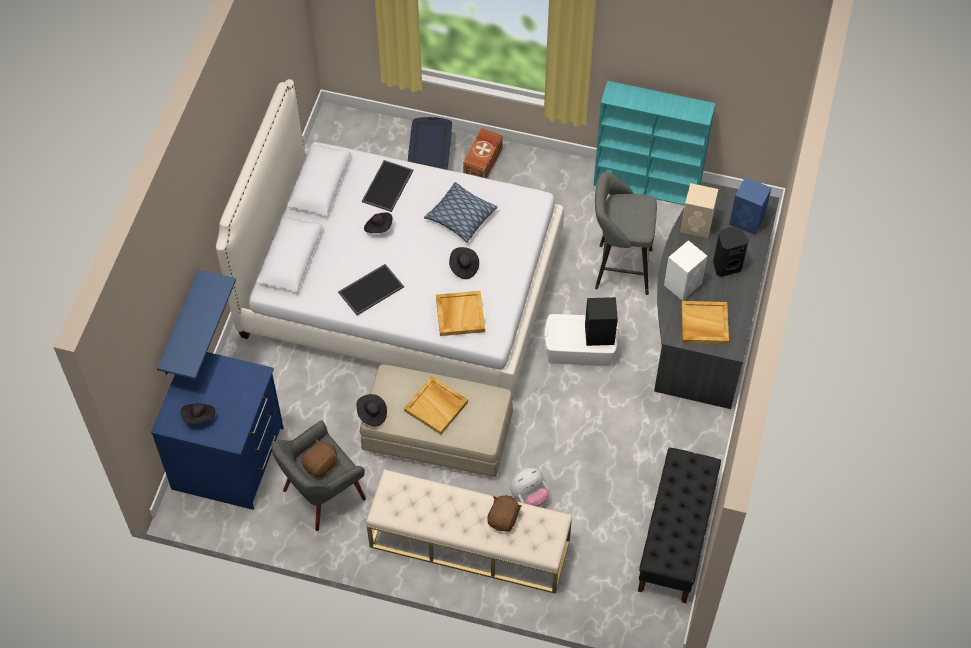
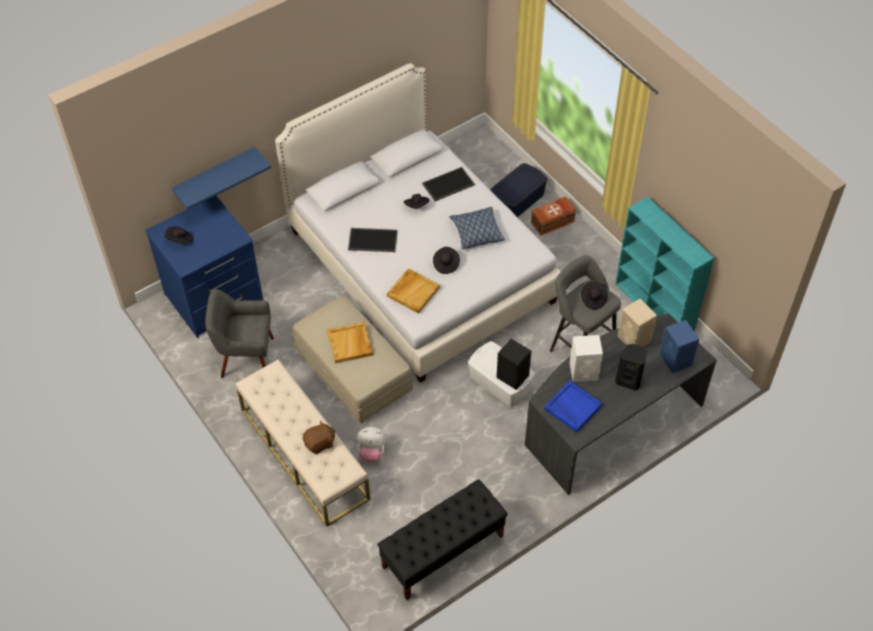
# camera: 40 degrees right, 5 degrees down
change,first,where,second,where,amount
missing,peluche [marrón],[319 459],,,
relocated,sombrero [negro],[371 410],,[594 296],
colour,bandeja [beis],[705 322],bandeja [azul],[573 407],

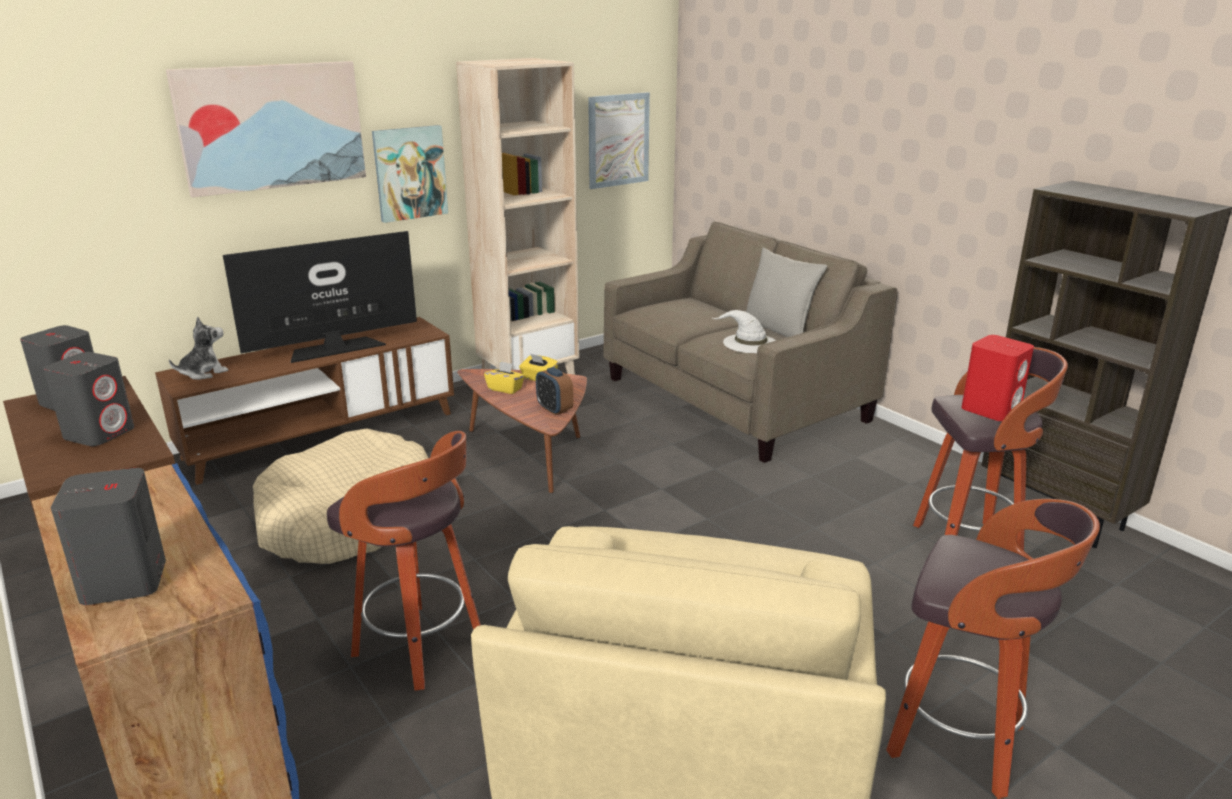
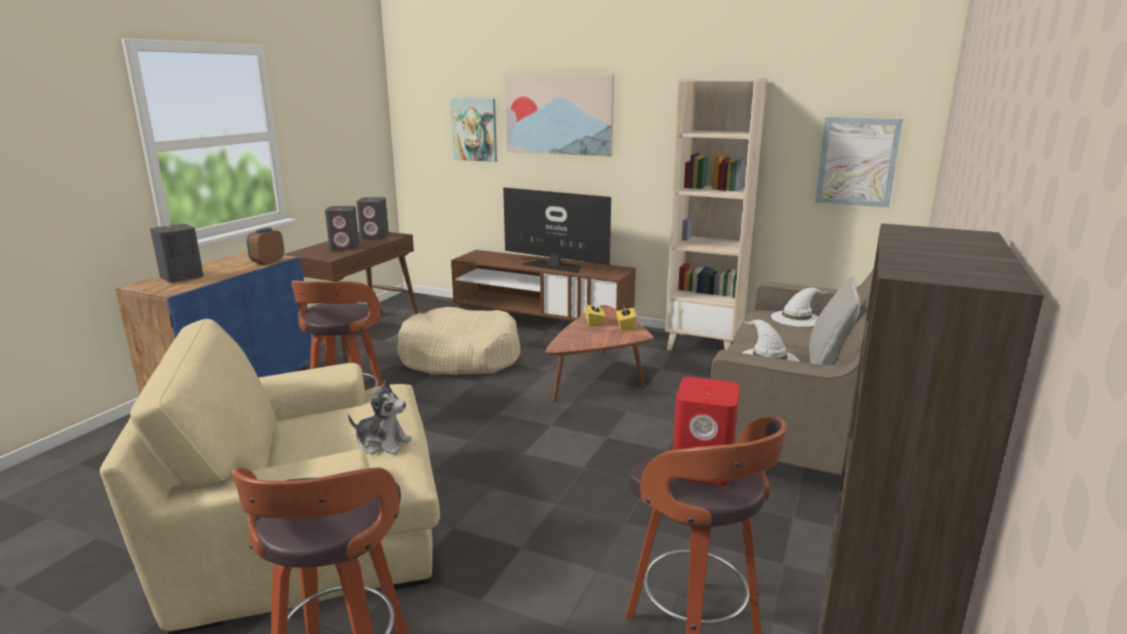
# camera: 60 degrees right, 5 degrees down
change,first,where,second,where,amount
appeared,,,sombrero [blanco],[799 307],
relocated,peluche,[198 348],,[380 417],
relocated,cuadro,[410 174],,[474 130],
relocated,despertador,[555 391],,[265 246],

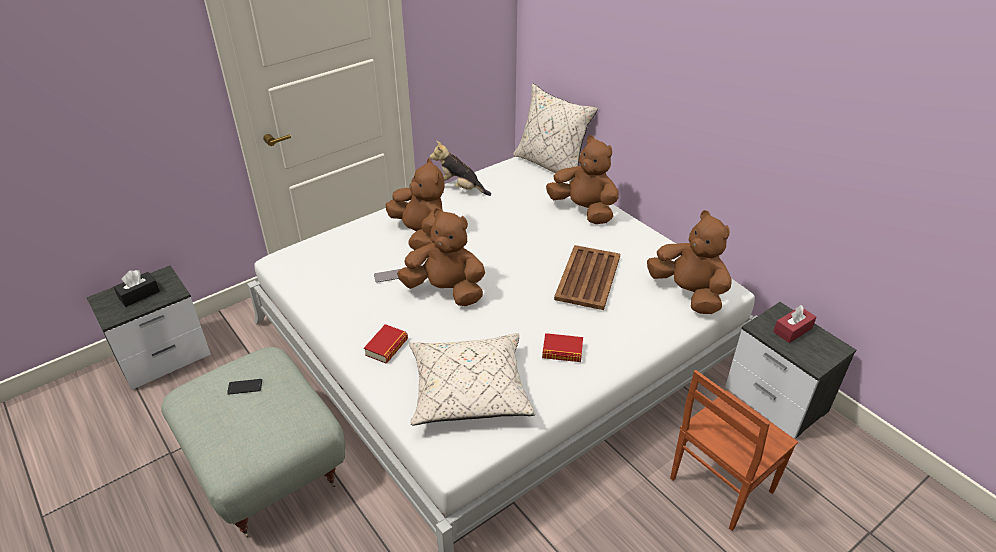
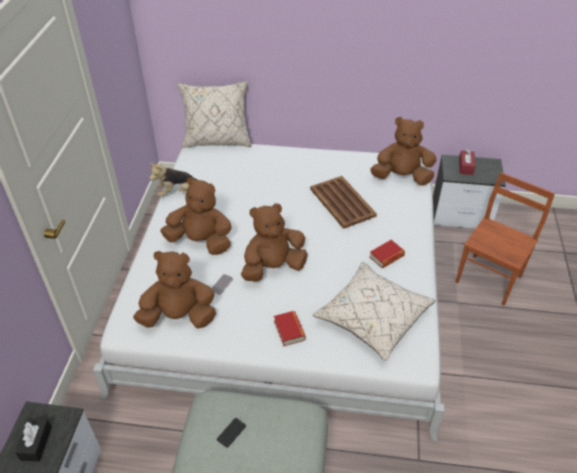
# camera: 45 degrees left, 5 degrees up
change,first,where,second,where,amount
relocated,peluche [marrón],[582 179],,[174 290],
spun,silla [marrón],[734 450],,[505 238],150 degrees counterclockwise

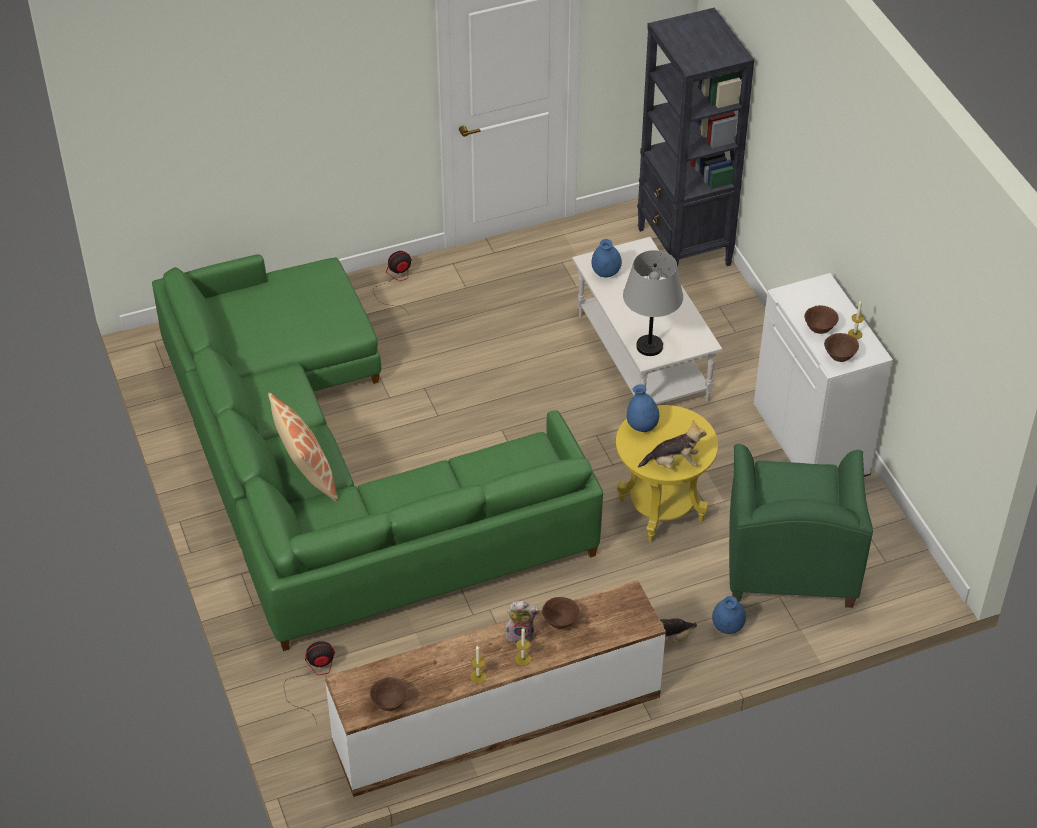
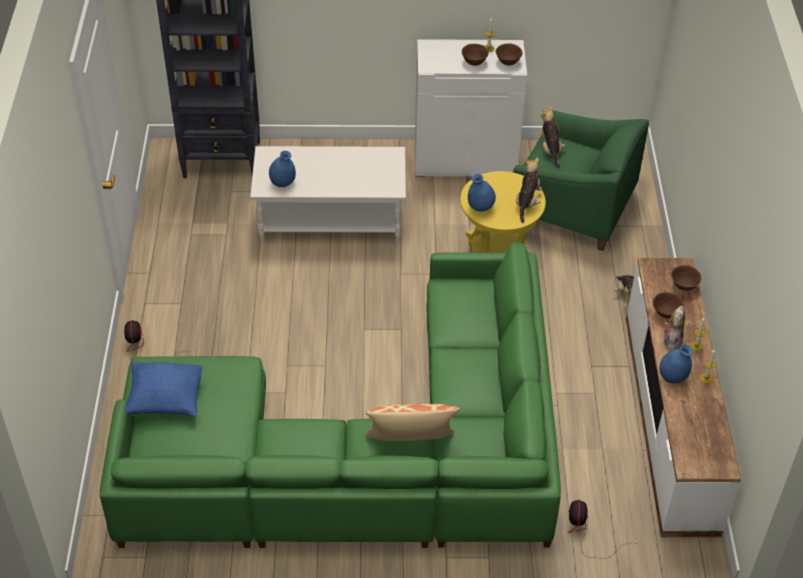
# camera: 70 degrees left, 0 degrees up
change,first,where,second,where,amount
missing,lámpara de mesa [gris],[653 303],,,
appeared,,,cojín [azul],[163 389],
appeared,,,peluche,[552 137],
relocated,cuenco [marrón],[389 694],,[686 278],
relocated,florero [azul],[729 615],,[676 363],

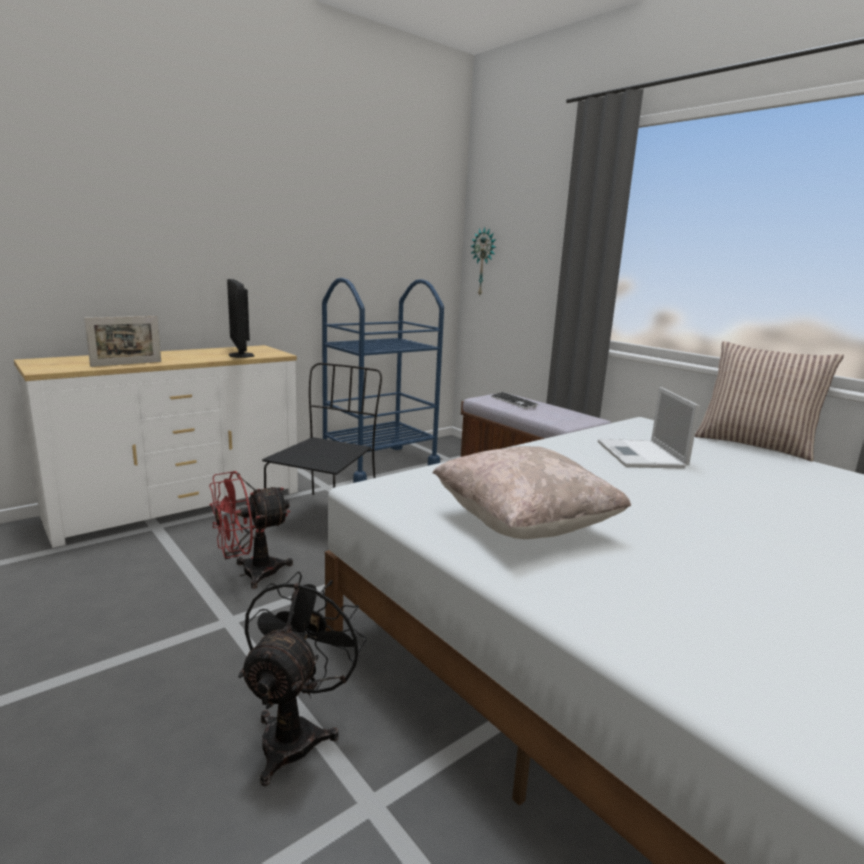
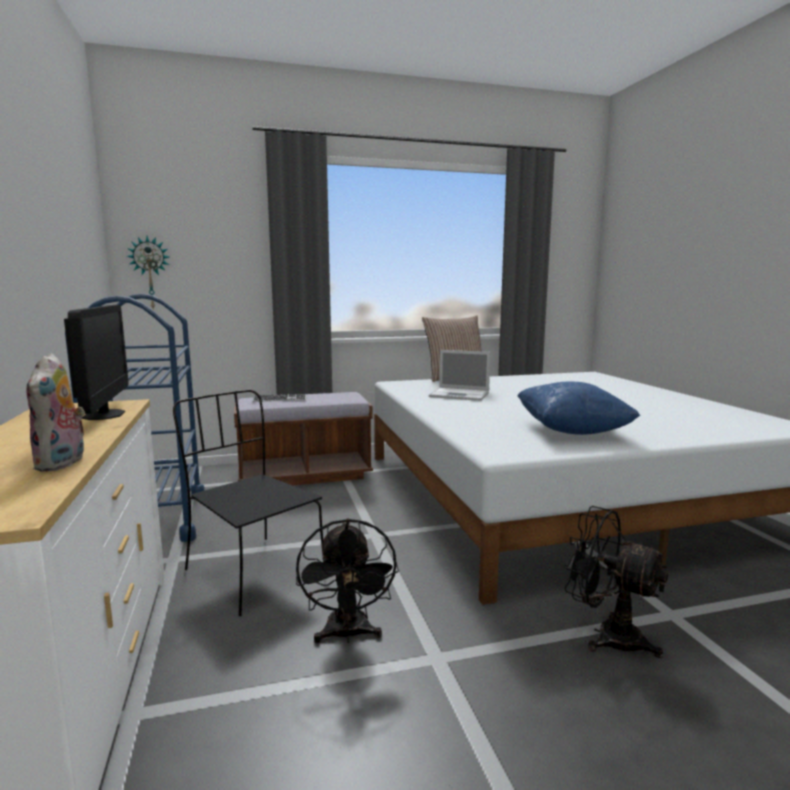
# camera: 65 degrees left, 5 degrees down
change,first,where,second,where,amount
exchanged,portarretratos,[122 341],peluche,[55 412],
colour,ventilador [rojo],[251 530],ventilador [negro],[347 580],
colour,cojín [beis],[532 492],cojín [azul],[578 408],
spun,monitor,[240 318],,[96 362],105 degrees counterclockwise

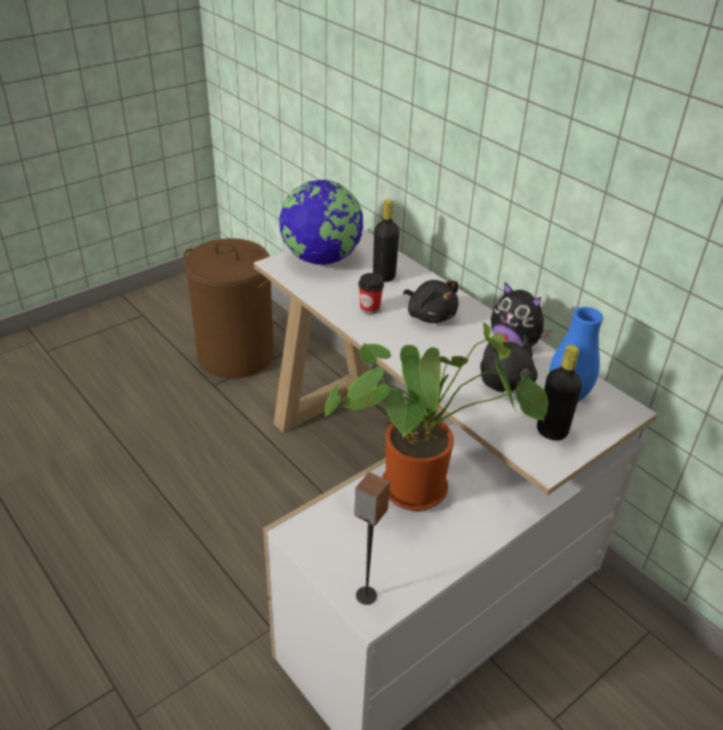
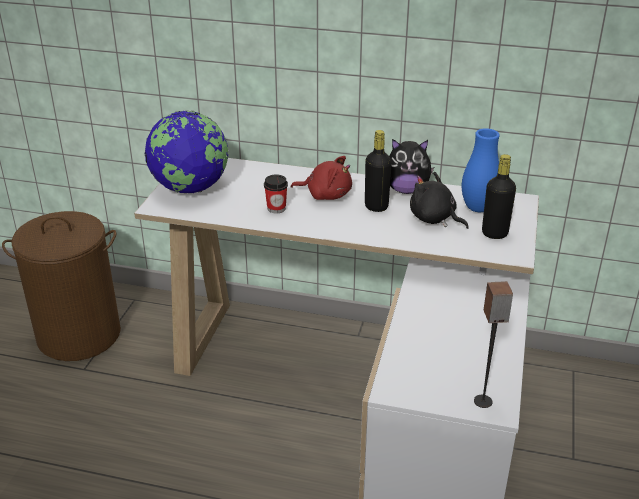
# camera: 35 degrees left, 5 degrees down
change,first,where,second,where,amount
missing,planta en maceta,[436 416],,,
relocated,botella [negro],[386 240],,[378 171],
colour,peluche [negro],[431 301],peluche [rojo],[321 178],

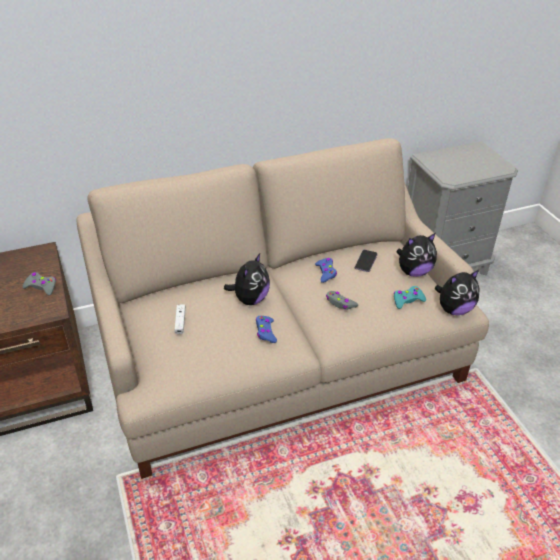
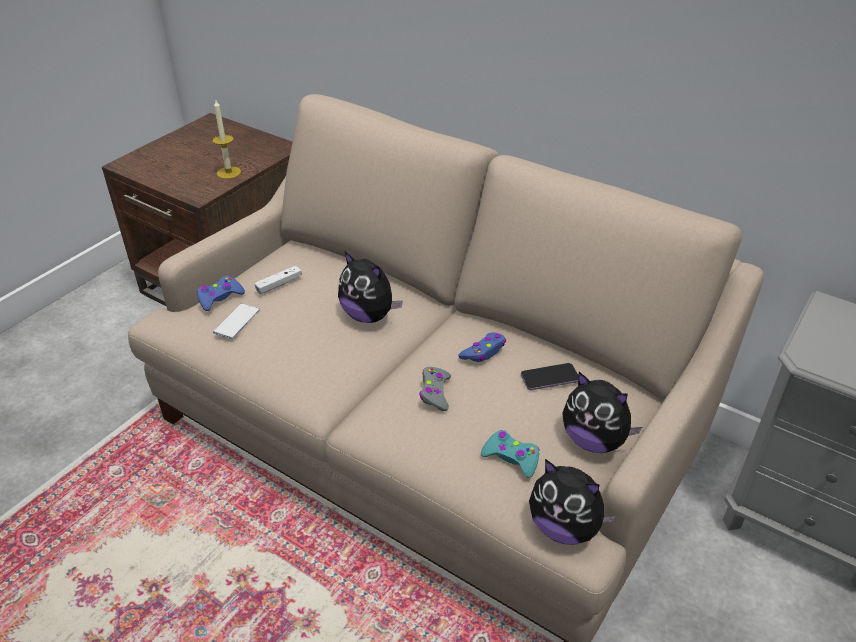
# camera: 55 degrees right, 0 degrees up
change,first,where,second,where,amount
appeared,,,móvil,[236 321],
relocated,mando de consola [azul],[266 329],,[221 293],
exchanged,mando de consola [gris],[39 284],vela,[226 139],
spun,peluche,[247 279],,[370 287],45 degrees clockwise

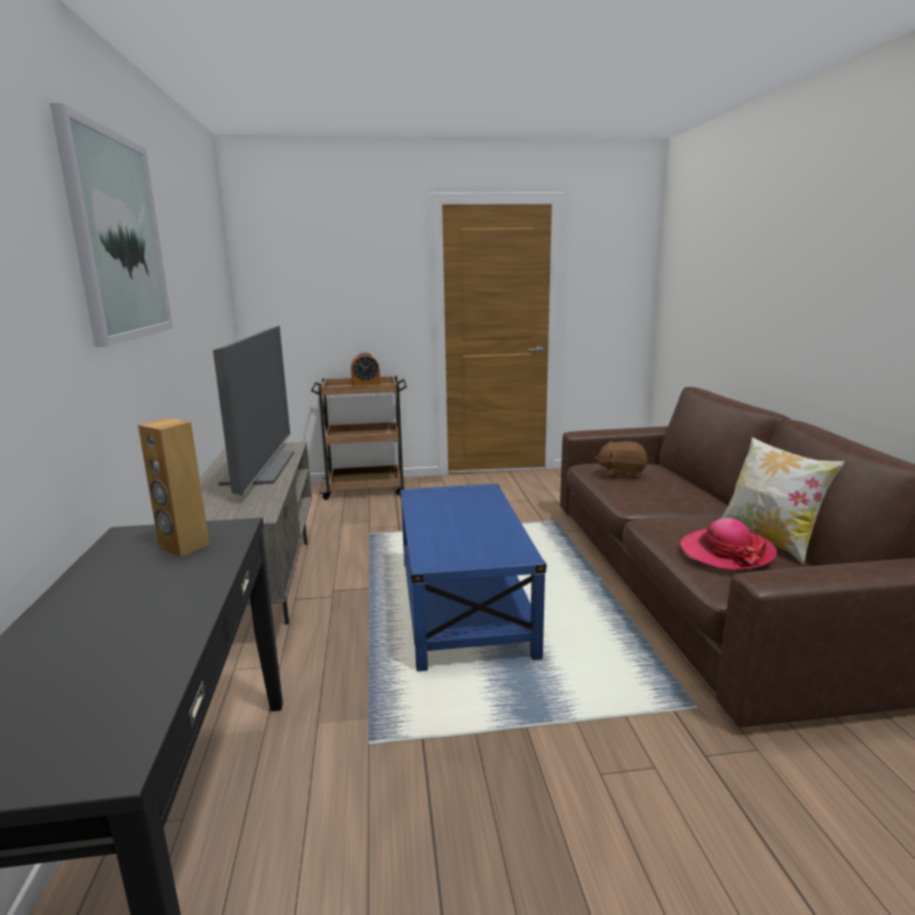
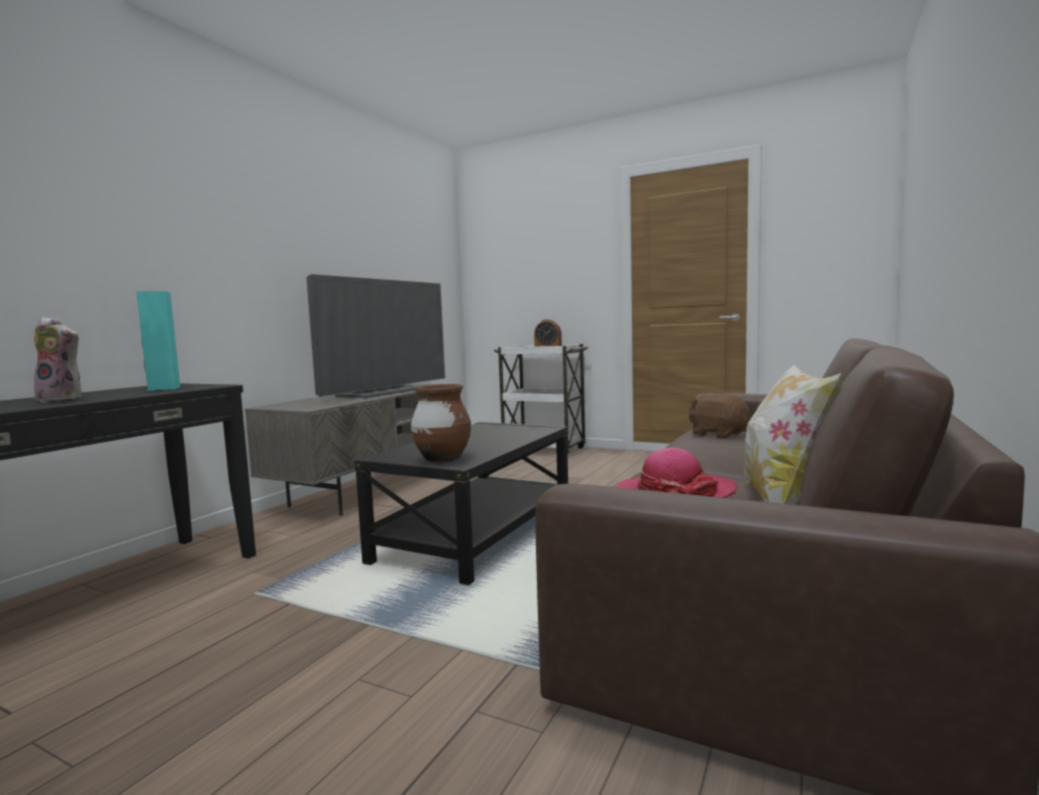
# camera: 35 degrees right, 10 degrees down
change,first,where,second,where,amount
missing,cuadro,[111 225],,,
appeared,,,peluche,[58 359],
appeared,,,florero [marrón],[441 423],
colour,altavoz [marrón],[174 487],altavoz [turquesa],[158 341],
colour,carrito [marrón],[359 438],carrito [blanco],[541 398],
colour,mesa de centro [azul],[473 577],mesa de centro [negro],[461 503],

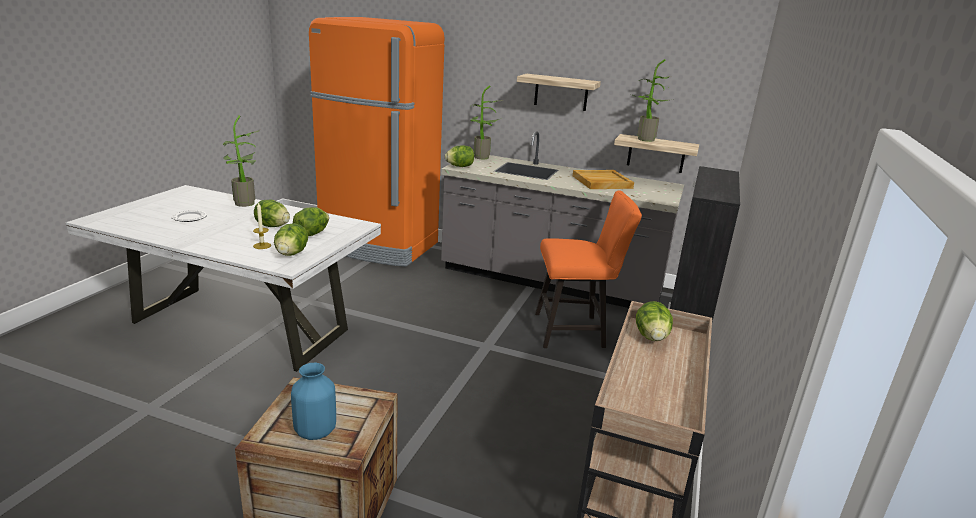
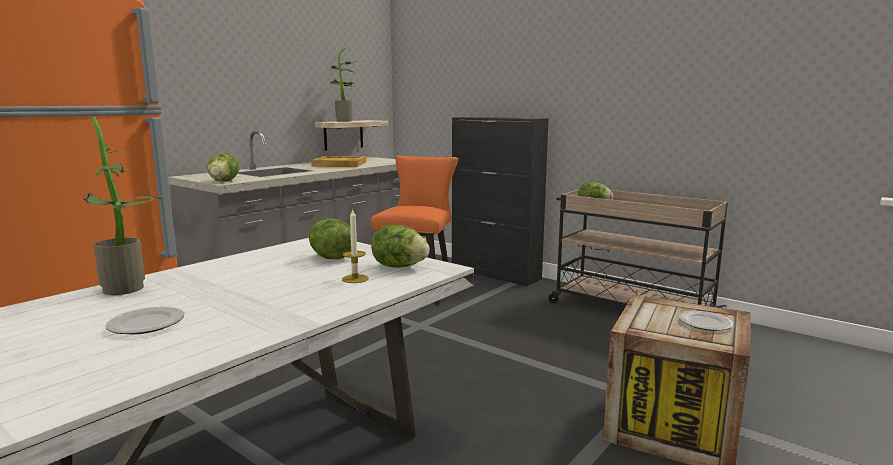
# camera: 70 degrees left, 10 degrees down
change,first,where,second,where,amount
missing,lechuga,[272 213],,,
missing,planta en maceta,[486 122],,,
missing,estante,[559 92],,,
exchanged,florero [azul],[313 401],plato,[706 321],

